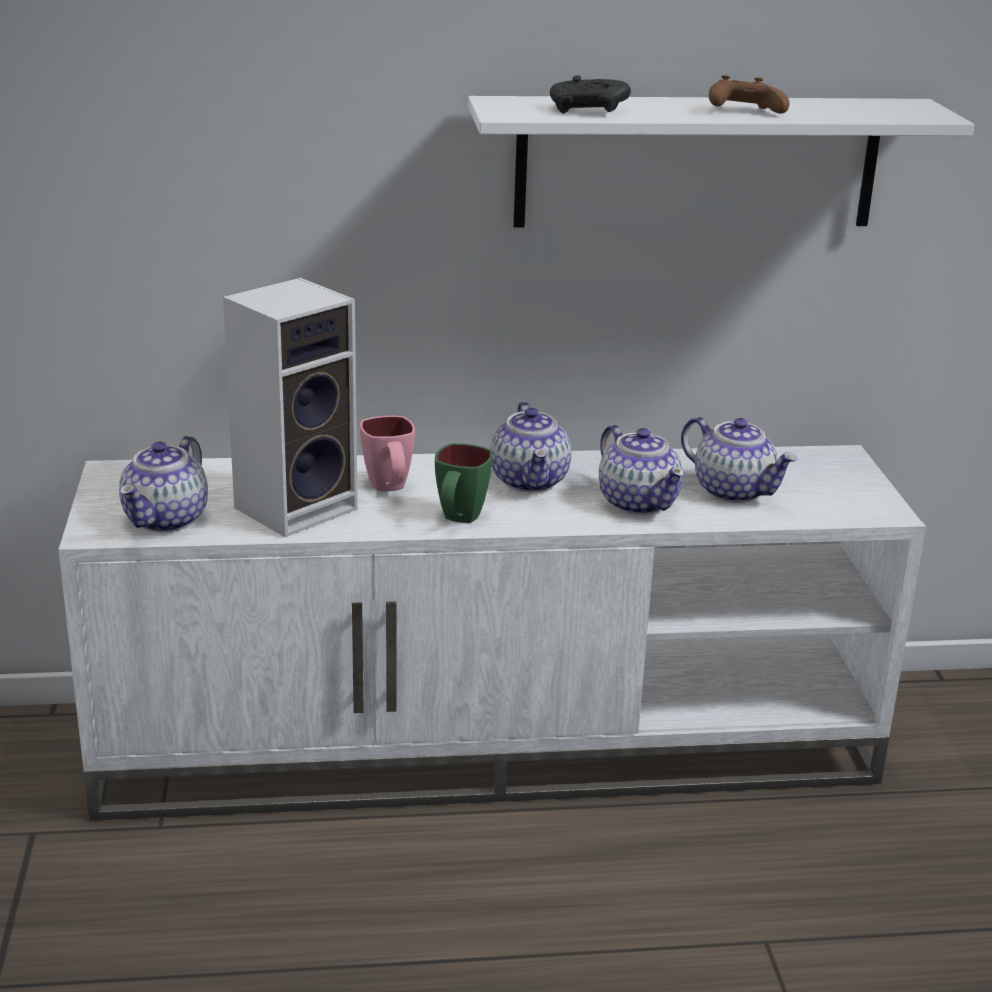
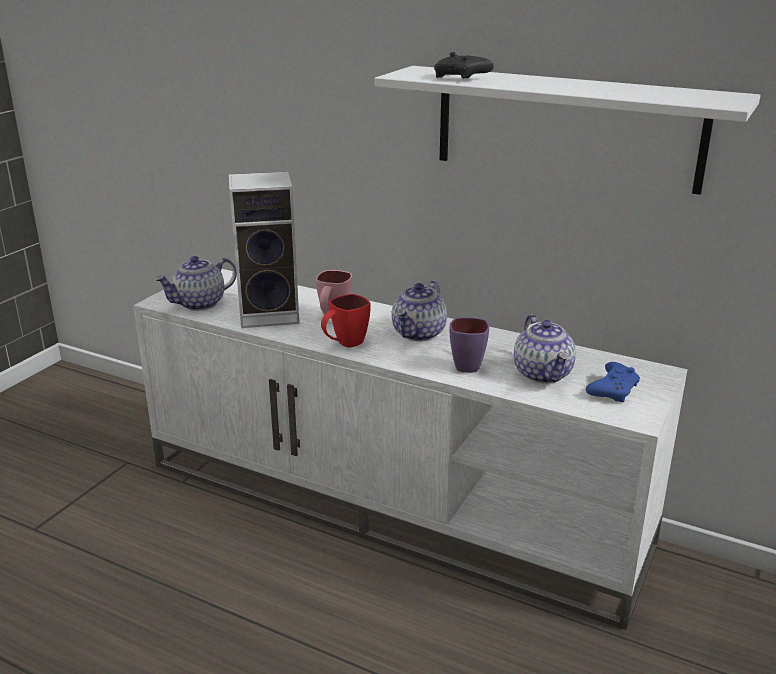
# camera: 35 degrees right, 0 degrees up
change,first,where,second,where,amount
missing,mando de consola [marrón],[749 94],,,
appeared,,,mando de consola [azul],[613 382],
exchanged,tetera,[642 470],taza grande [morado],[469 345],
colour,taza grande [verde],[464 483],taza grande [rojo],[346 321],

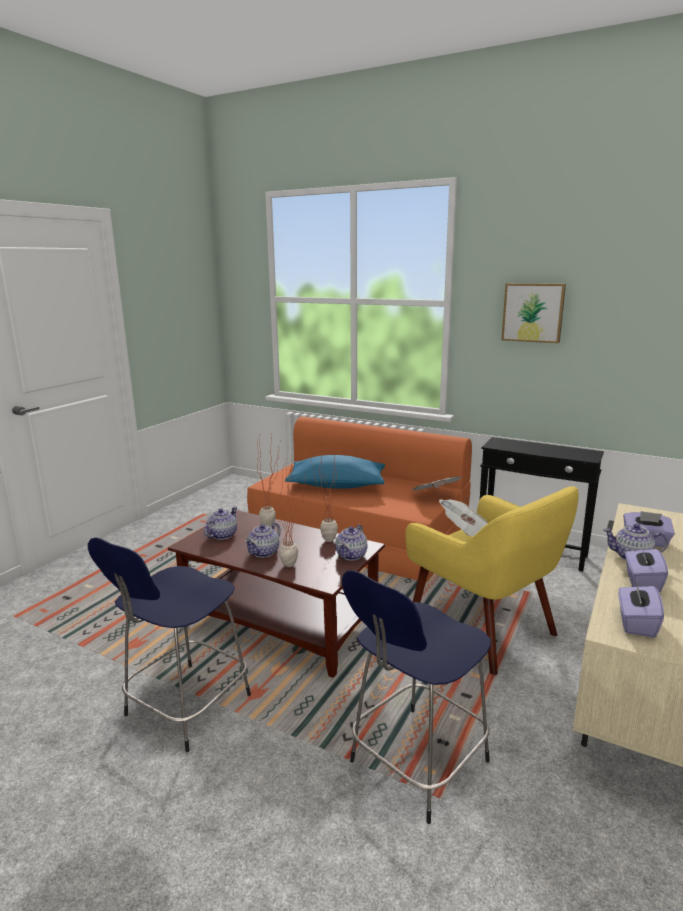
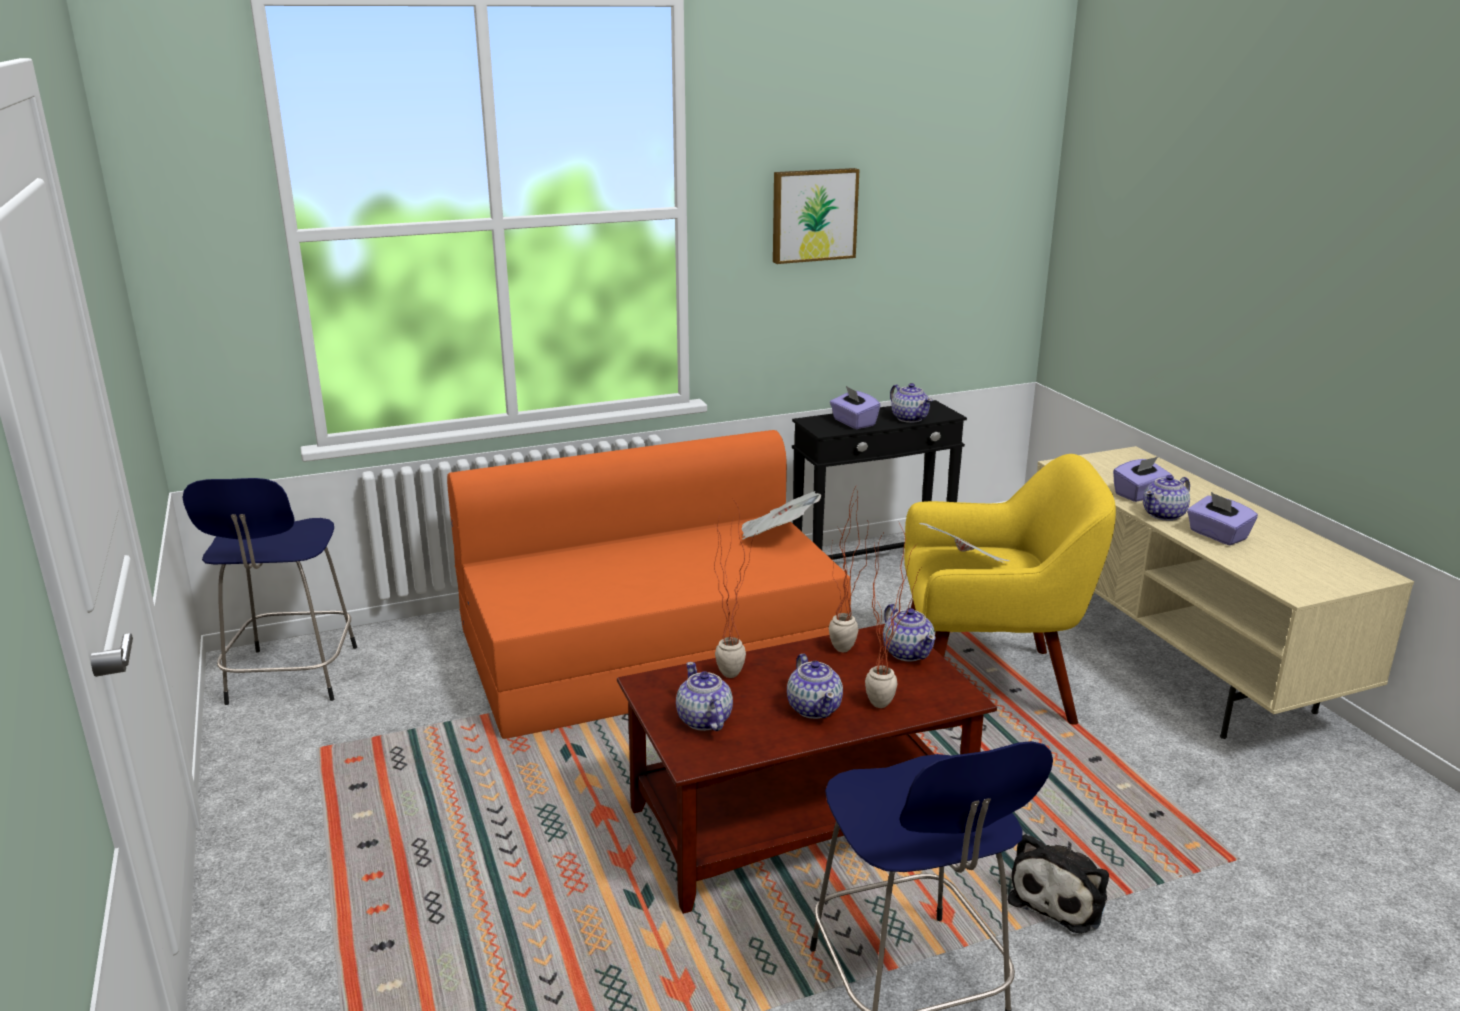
# camera: 50 degrees left, 5 degrees up
change,first,where,second,where,amount
missing,cojín [azul],[335 472],,,
appeared,,,tetera,[911 403],
appeared,,,peluche,[1058 884],
relocated,taburete [azul],[416 697],,[269 591],
relocated,caja de pañuelos [morado],[641 609],,[855 407],

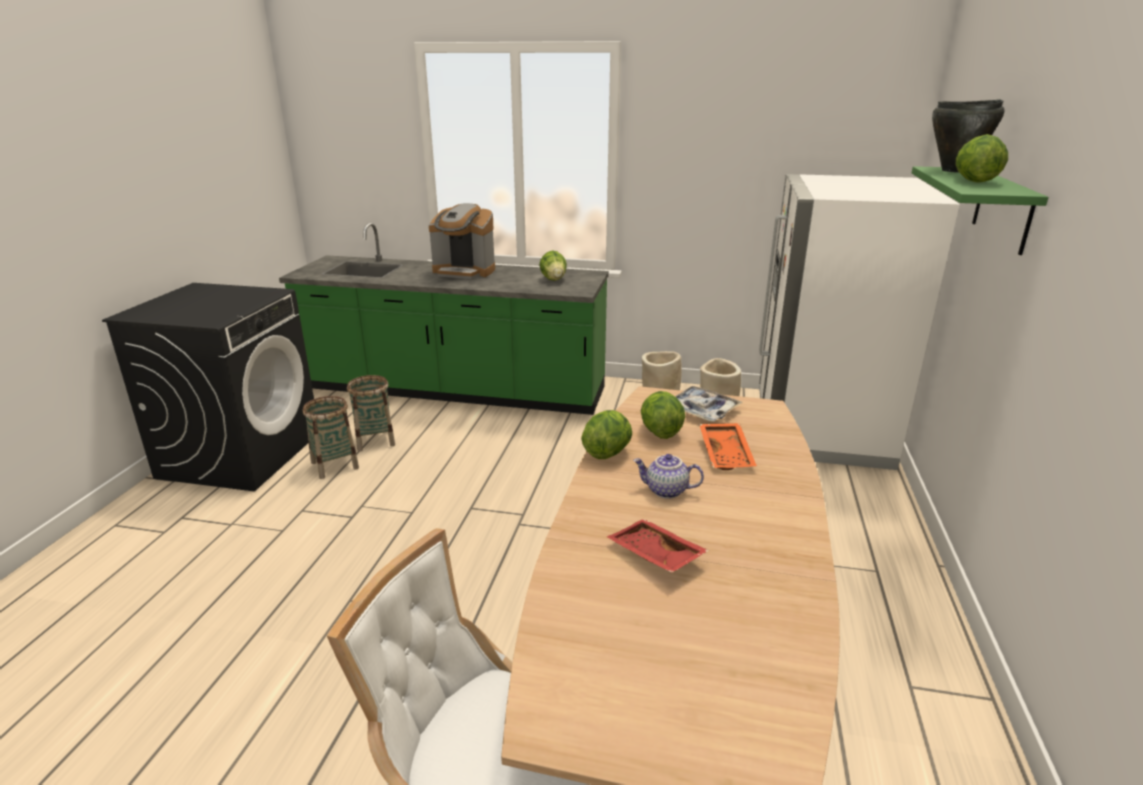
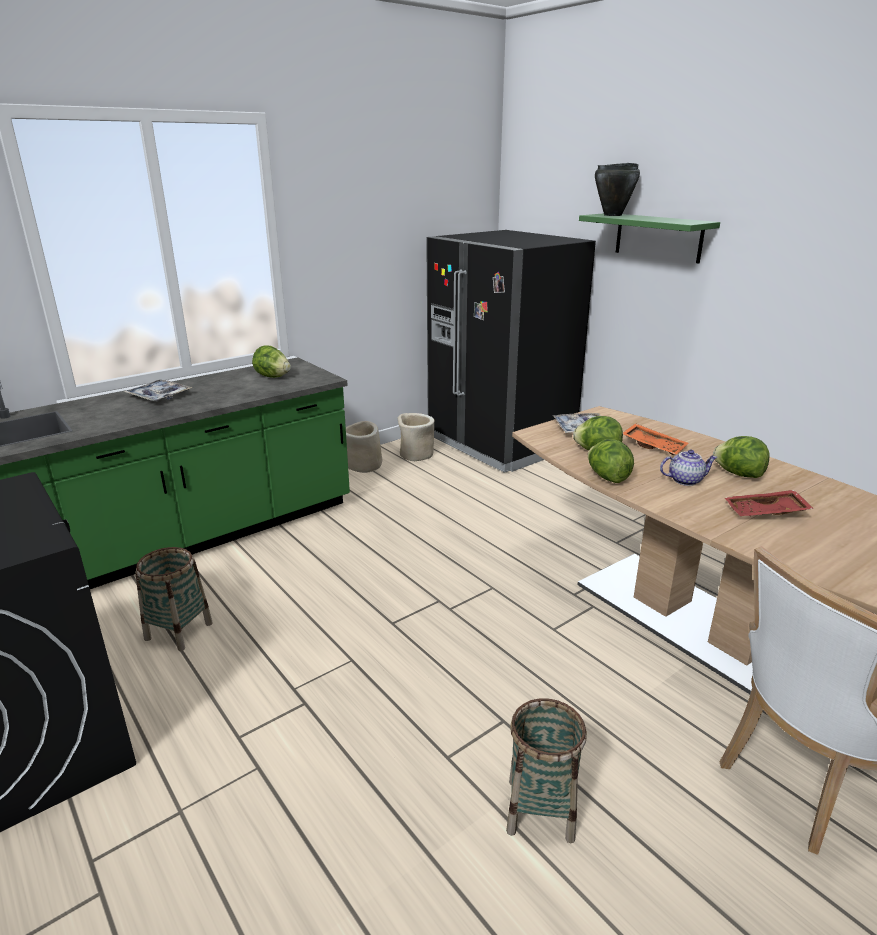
# camera: 50 degrees left, 0 degrees up
change,first,where,second,where,amount
relocated,cesta,[331 437],,[546 771],
relocated,lechuga,[982 158],,[741 457],
exchanged,cafetera,[462 241],bandeja,[158 390],
colour,nevera [blanco],[859 322],nevera [negro],[511 351],
spun,tetera,[668 476],,[689 468],150 degrees counterclockwise

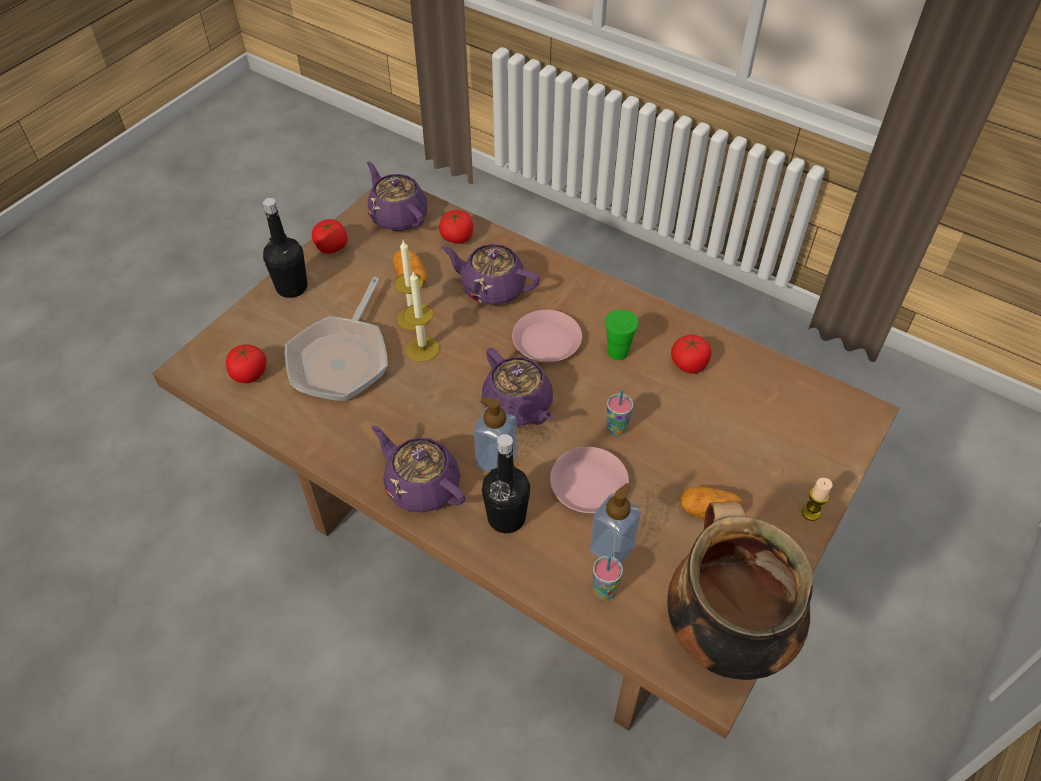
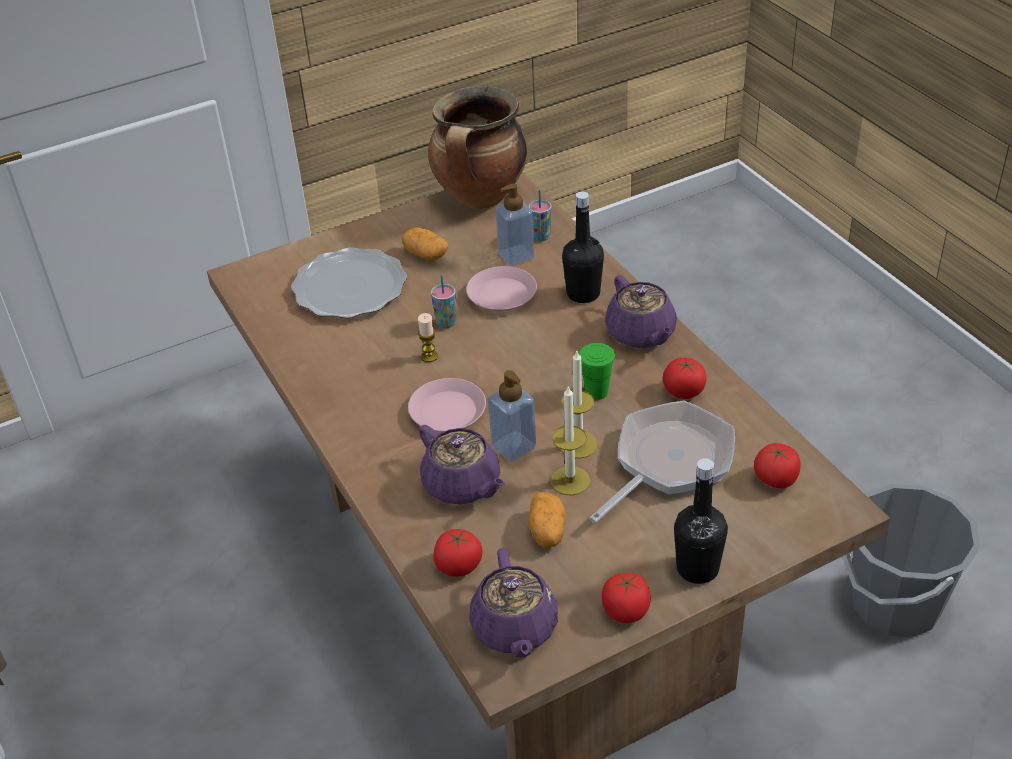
# camera: 150 degrees left, 10 degrees down
change,first,where,second,where,amount
missing,tetera [morado],[518 387],,,
appeared,,,plato,[349 282],
appeared,,,cubo [gris],[911 560],
relocated,dispensador de jabón,[495 434],,[512 416],
relocated,taza [verde],[622 335],,[597 371],
relocated,tomate,[691 354],,[685 378],
relocated,vela,[817 499],,[428 337],

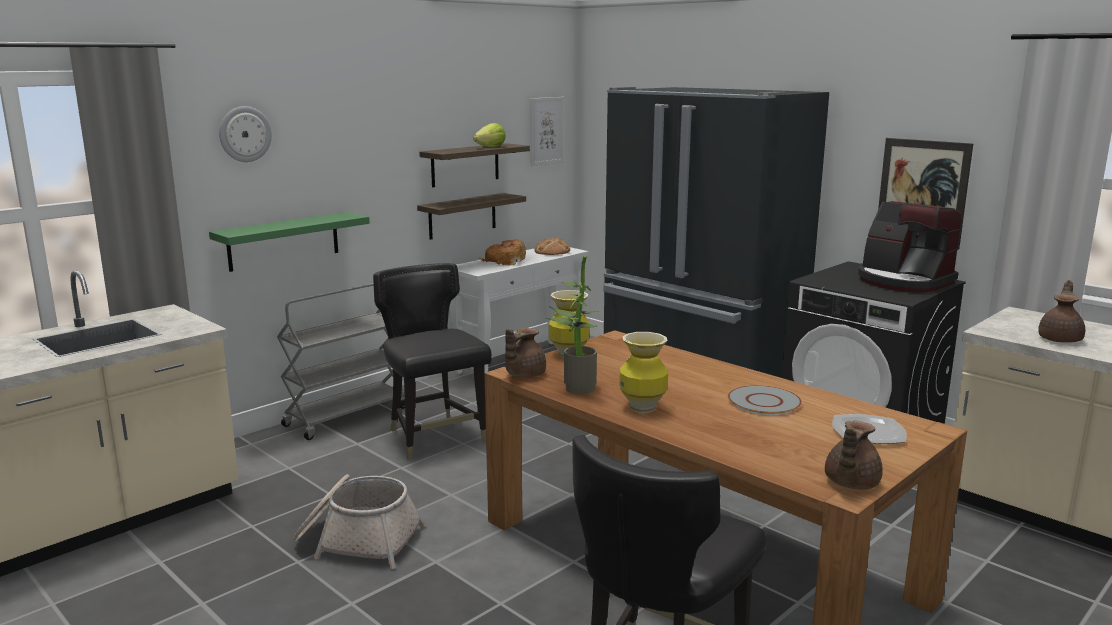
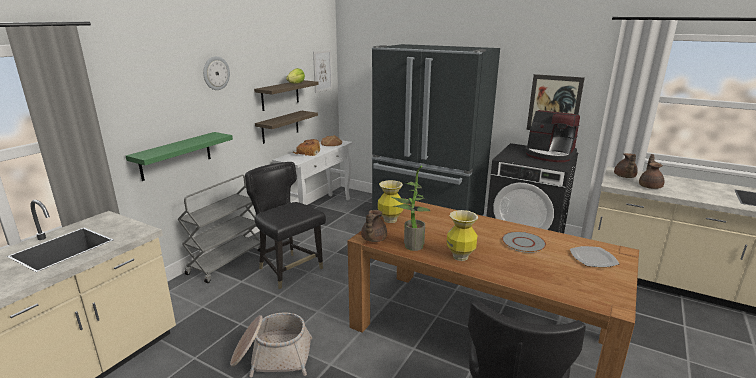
# camera: 15 degrees left, 5 degrees up
change,first,where,second,where,amount
relocated,reloj de pared,[245 134],,[216 73],
relocated,tetera [marrón],[854 455],,[626 165],

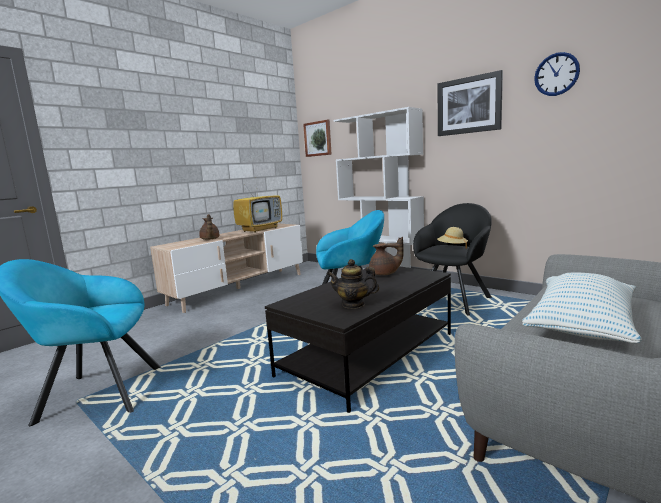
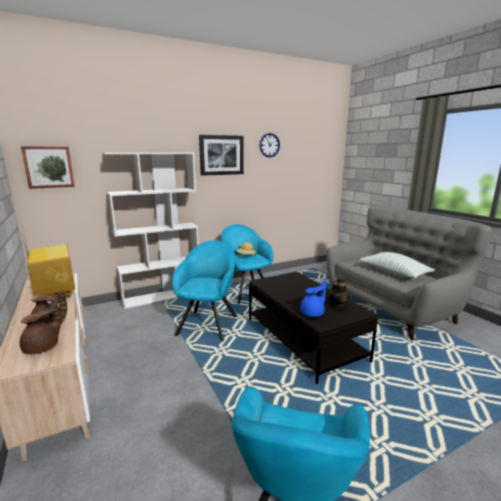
# camera: 70 degrees left, 5 degrees up
change,first,where,second,where,amount
appeared,,,tetera [azul],[313 298],
relocated,tetera [marrón],[386 256],,[40 326],
colour,sillón [negro],[452 259],sillón [turquesa],[247 264],

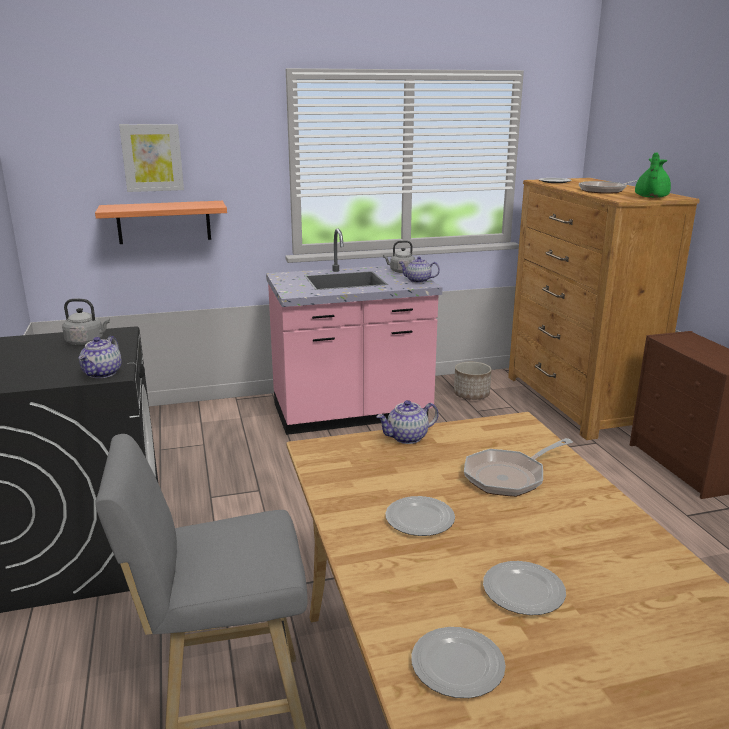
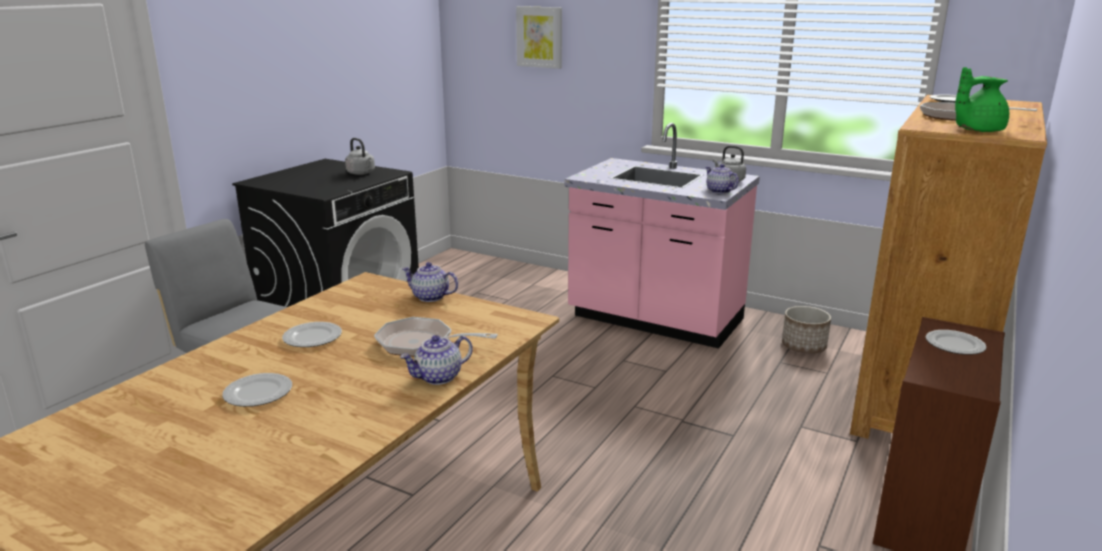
# camera: 45 degrees right, 0 degrees up
change,first,where,second,where,amount
missing,estante,[161 222],,,
relocated,tetera,[100 357],,[436 360],
relocated,plato,[458 662],,[956 342],

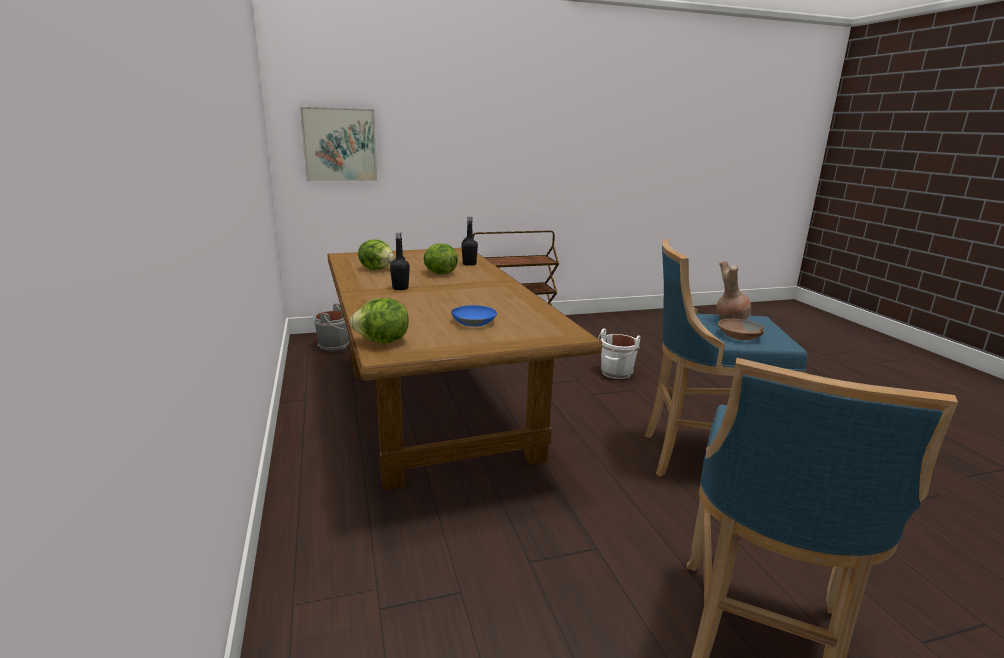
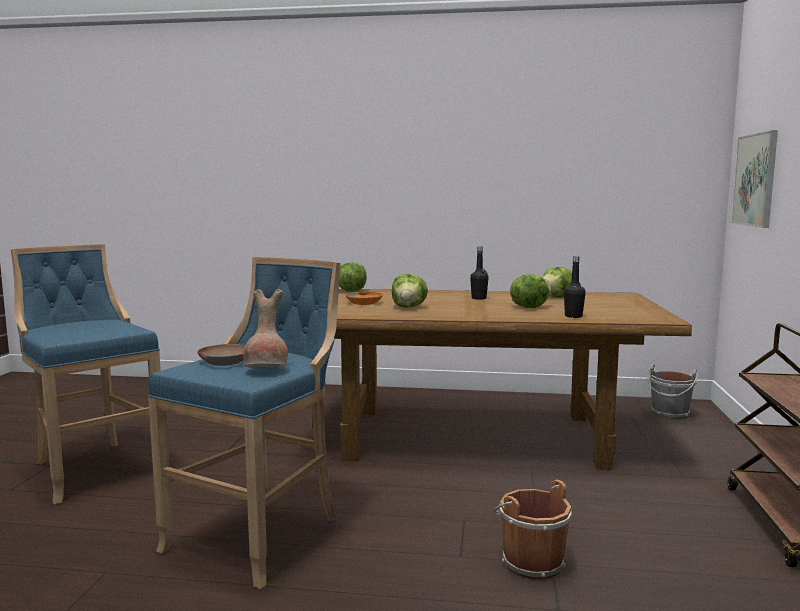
# camera: 115 degrees right, 10 degrees down
change,first,where,second,where,amount
appeared,,,lechuga,[410 291],
colour,cuenco [azul],[474 316],cuenco [naranja],[364 298],
colour,cubo [blanco],[619 354],cubo [marrón],[532 530],

